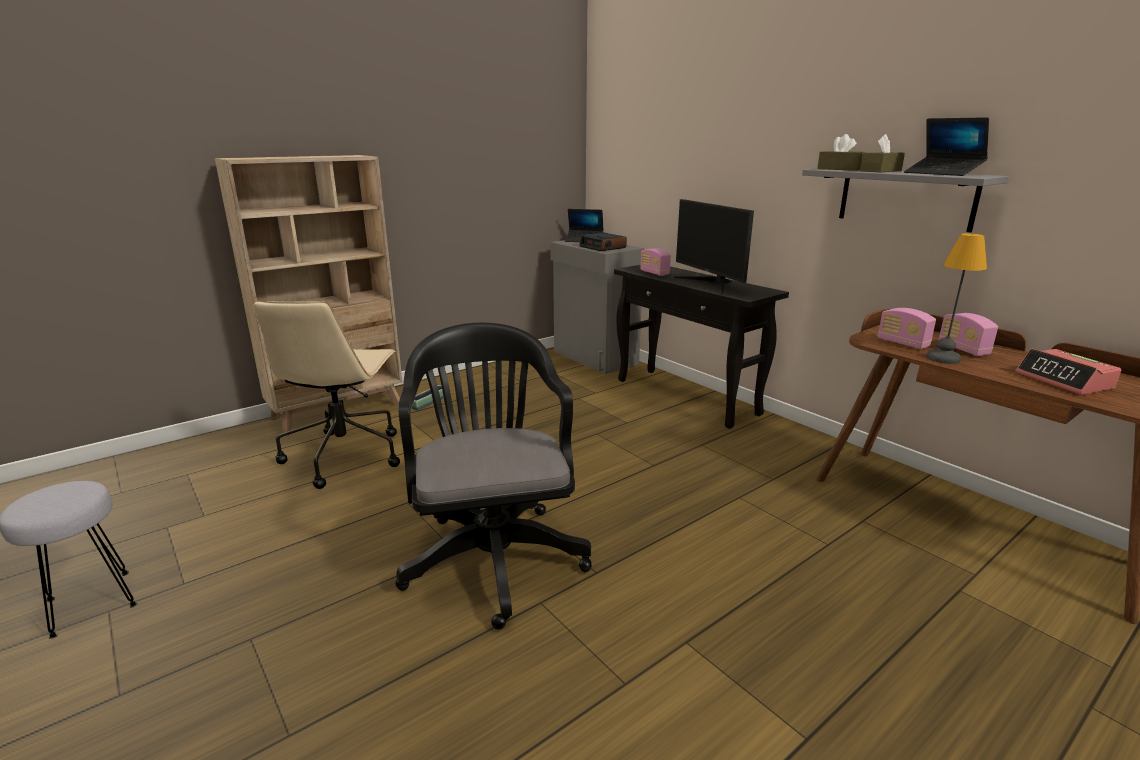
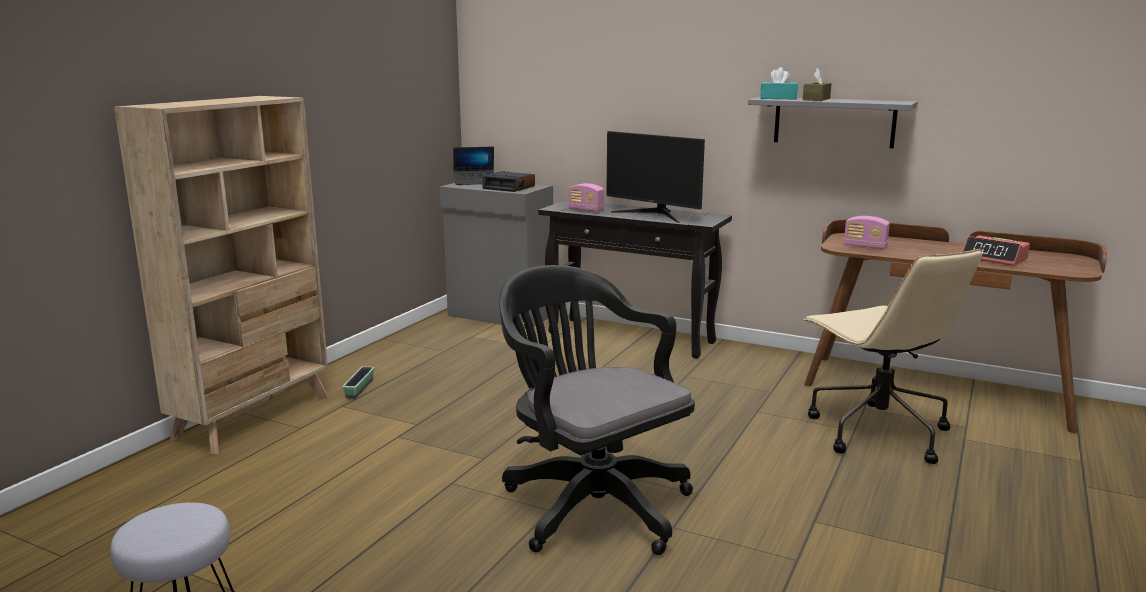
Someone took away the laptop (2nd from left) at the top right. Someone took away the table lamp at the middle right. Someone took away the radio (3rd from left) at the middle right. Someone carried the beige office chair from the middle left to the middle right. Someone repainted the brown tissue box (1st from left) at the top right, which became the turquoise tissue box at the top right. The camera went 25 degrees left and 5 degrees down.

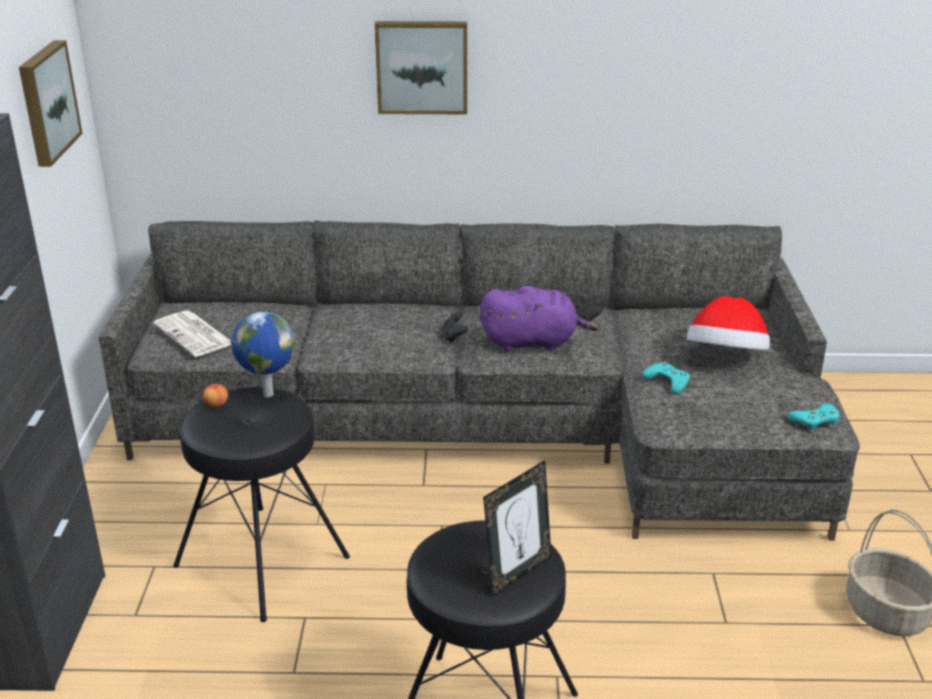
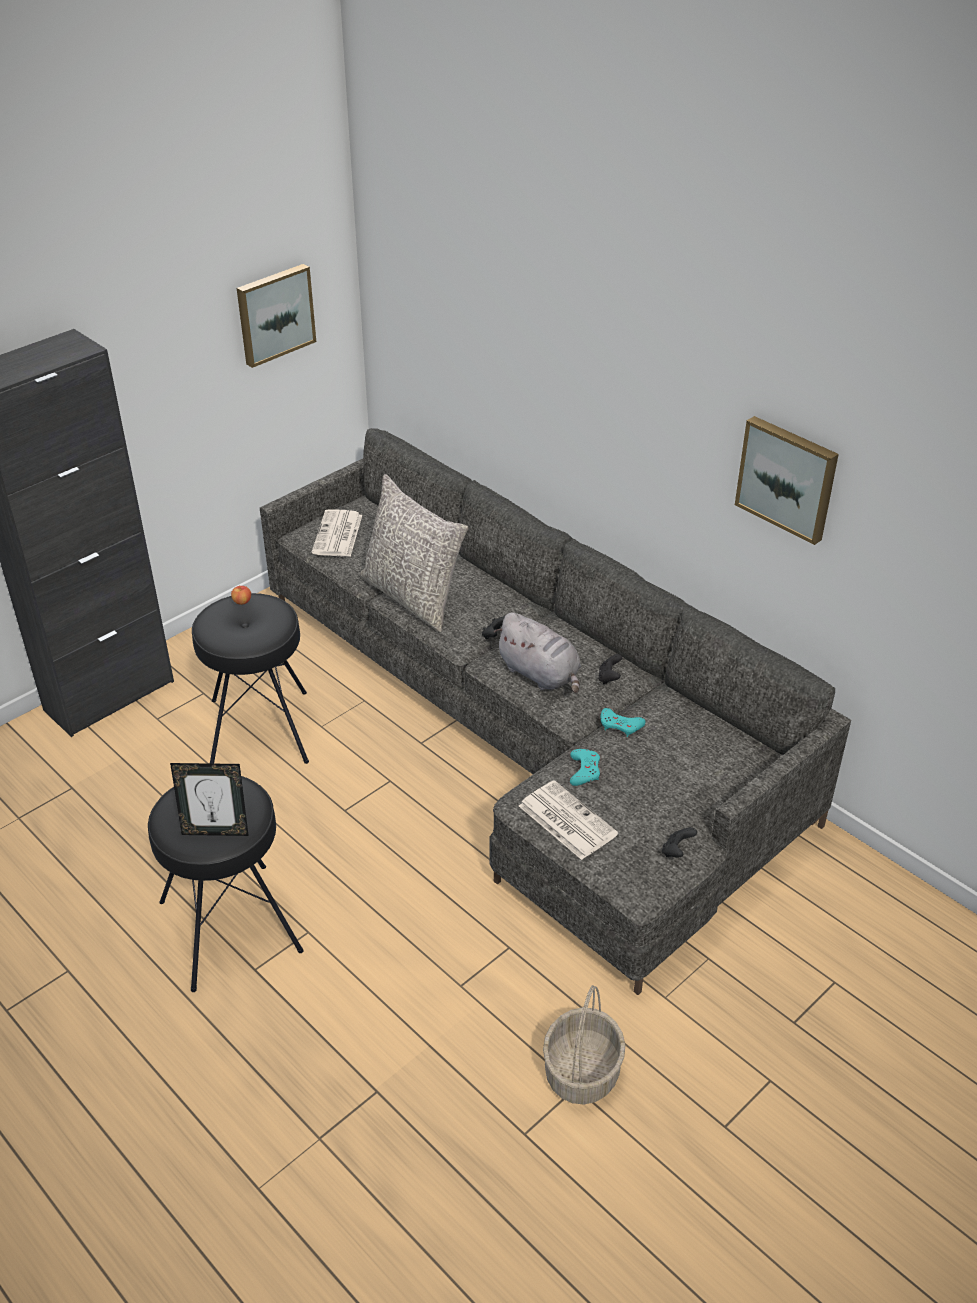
Someone took away the globe at the middle left. Someone took away the hat at the middle right. Someone put down the grey pillow at the centre. Someone put down the newspaper (2nd from left) at the centre. Someone put down the black game controller (3rd from left) at the middle right. Someone carried the picture (2nd from left) from the top centre to the middle right. Someone carried the turquoise game controller (2nd from left) from the middle right to the centre. Someone repainted the purple plush toy at the centre, which became the grey plush toy at the centre. The camera went 45 degrees right and 10 degrees up.

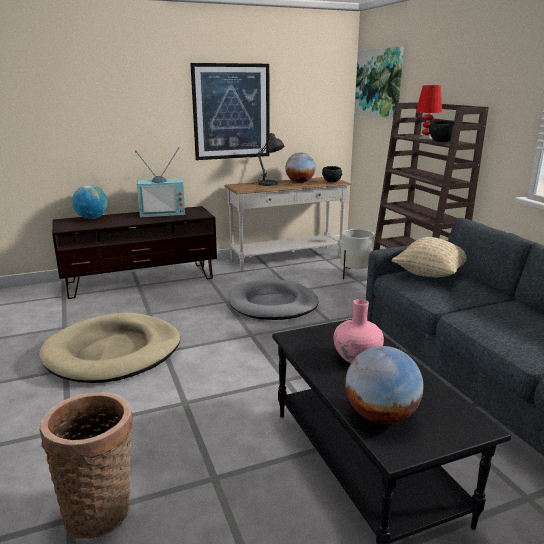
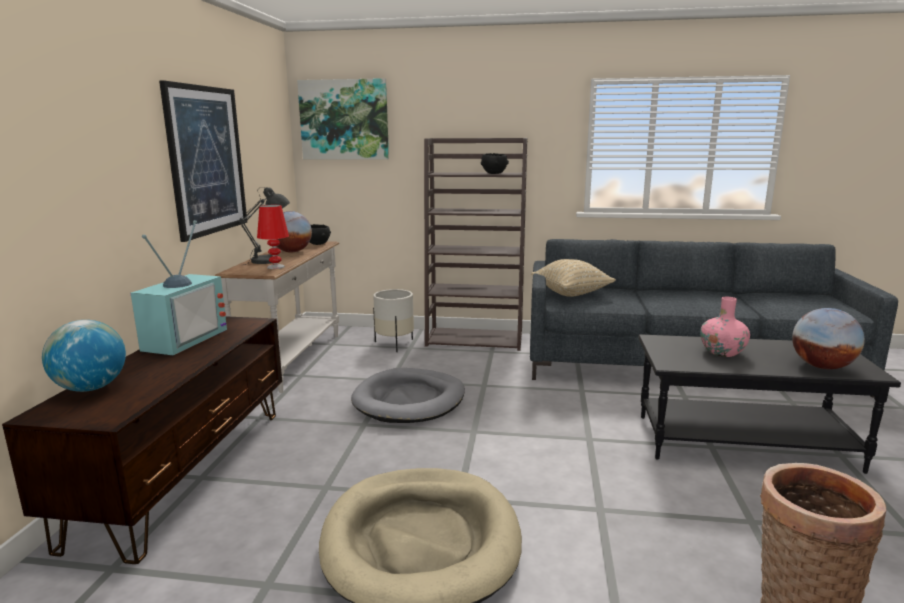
Someone carried the red table lamp from the top right to the middle left. The camera went 60 degrees left and 5 degrees down.

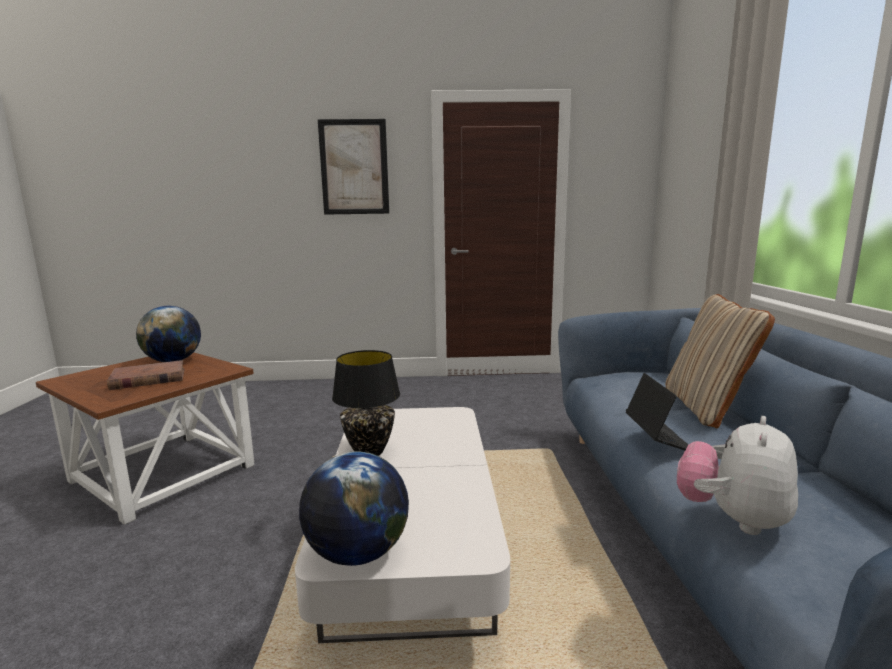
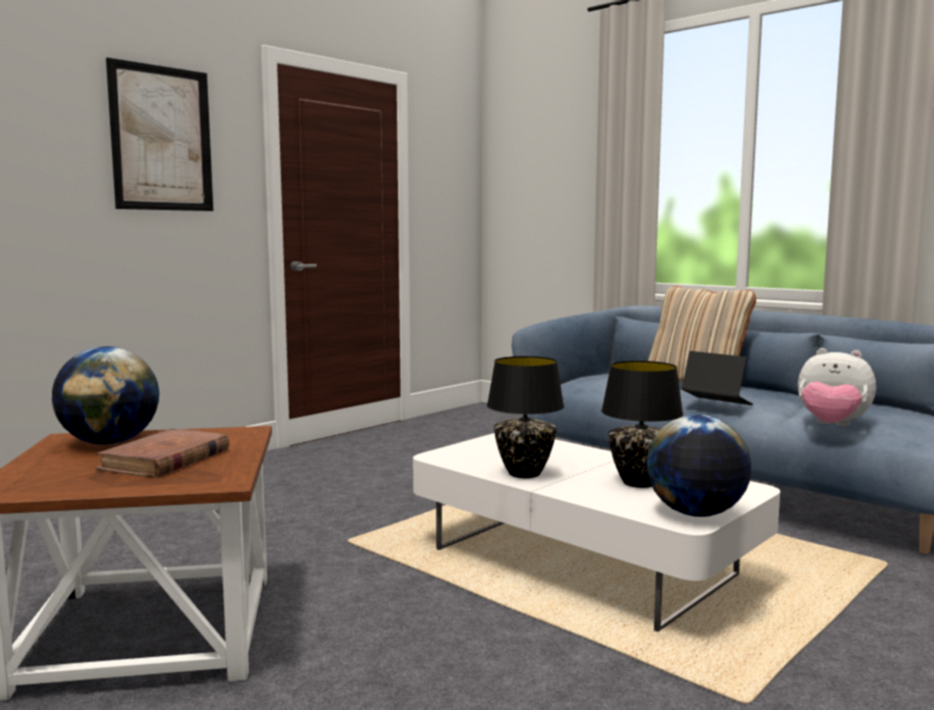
Someone put down the black table lamp (2nd from left) at the middle right. Someone rotated the plush toy at the bottom right by 45 degrees counterclockwise. The camera went 45 degrees left and 5 degrees down.

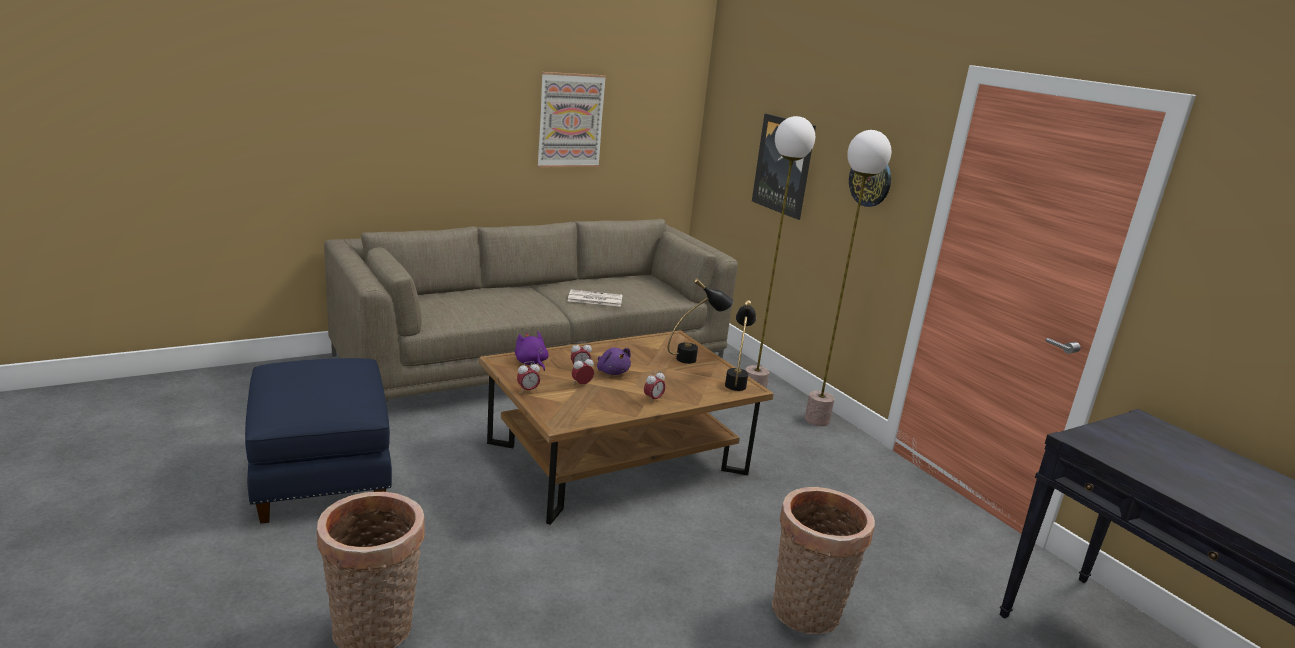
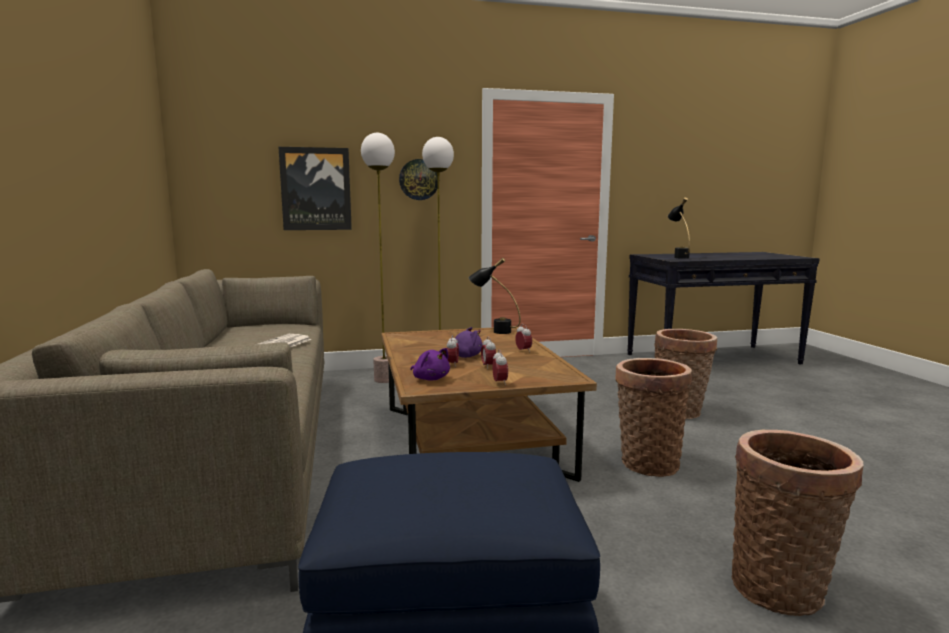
Someone took away the picture (1st from left) at the top centre. Someone put down the basket (1st from left) at the middle right. Someone carried the black table lamp (1st from left in the first image) from the centre to the middle right. Someone rotated the purple plush toy (1st from left) at the centre by 120 degrees counterclockwise. The camera went 70 degrees left and 10 degrees down.

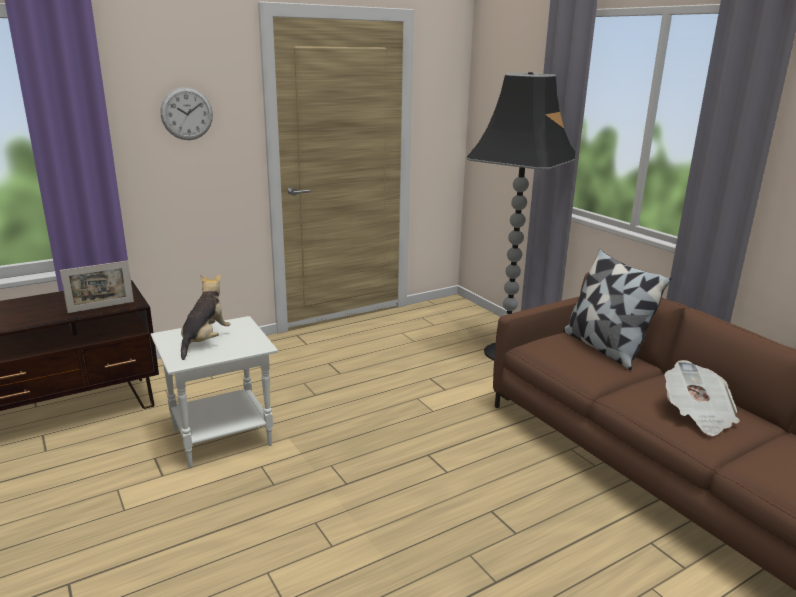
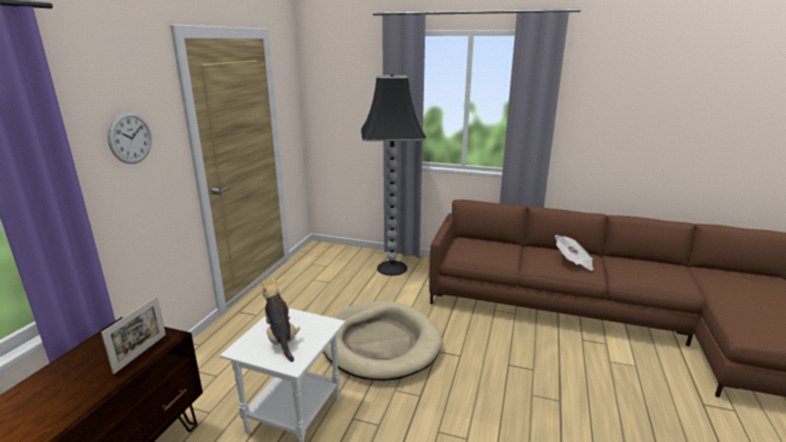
Someone took away the pillow at the middle right. Someone put down the beige dog bed at the bottom centre. The camera went 40 degrees left and 0 degrees up.

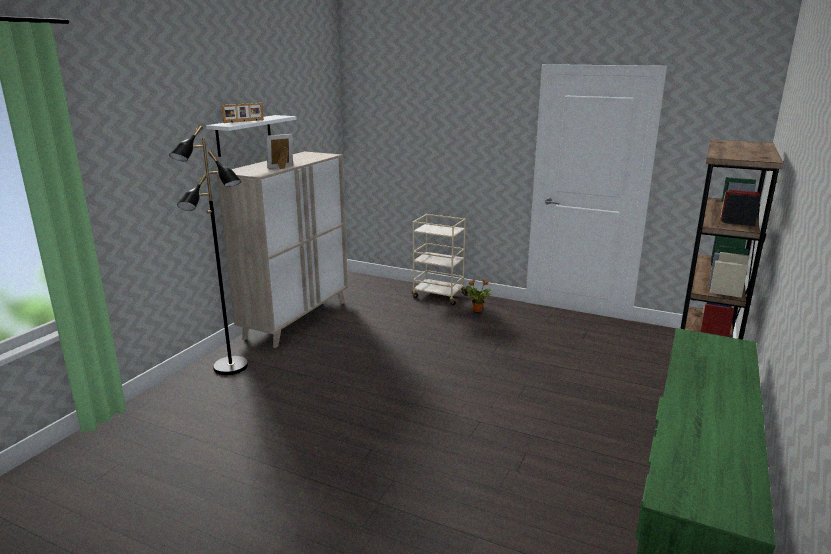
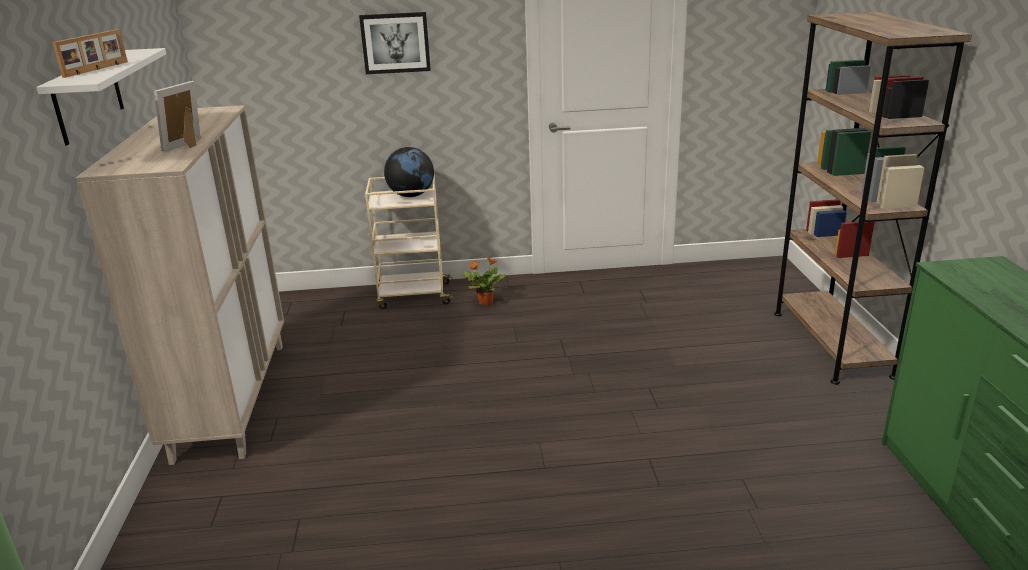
Someone took away the black floor lamp at the middle left. Someone put up the picture at the top centre. Someone put down the globe at the top centre. The camera went 30 degrees left and 5 degrees up.

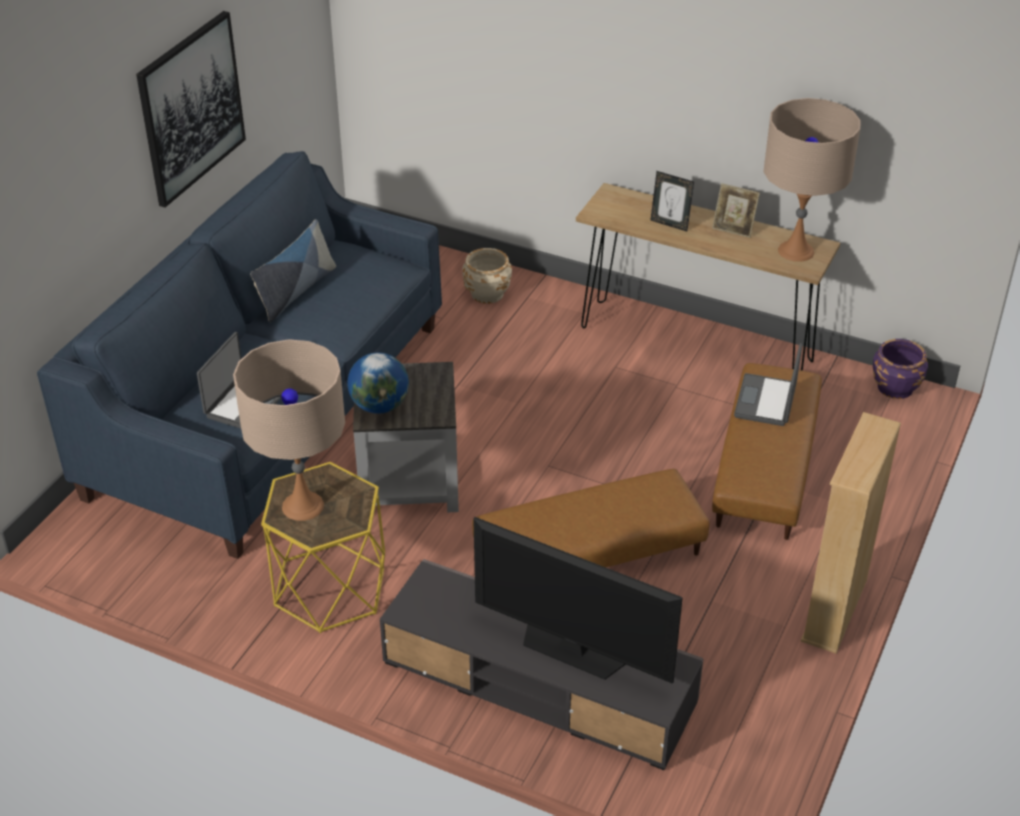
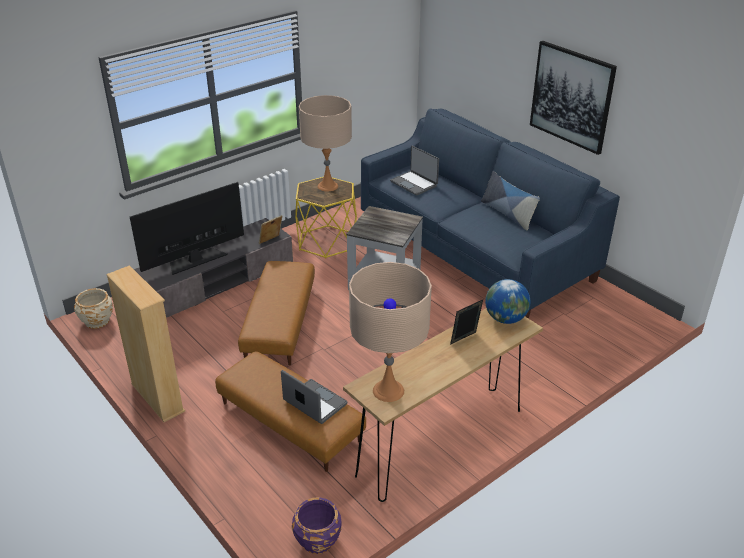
Someone carried the globe from the centre to the middle right. Someone carried the beige planter from the centre to the middle left. Someone carried the picture frame (2nd from left in the first image) from the top right to the centre. The camera went 115 degrees right and 5 degrees down.

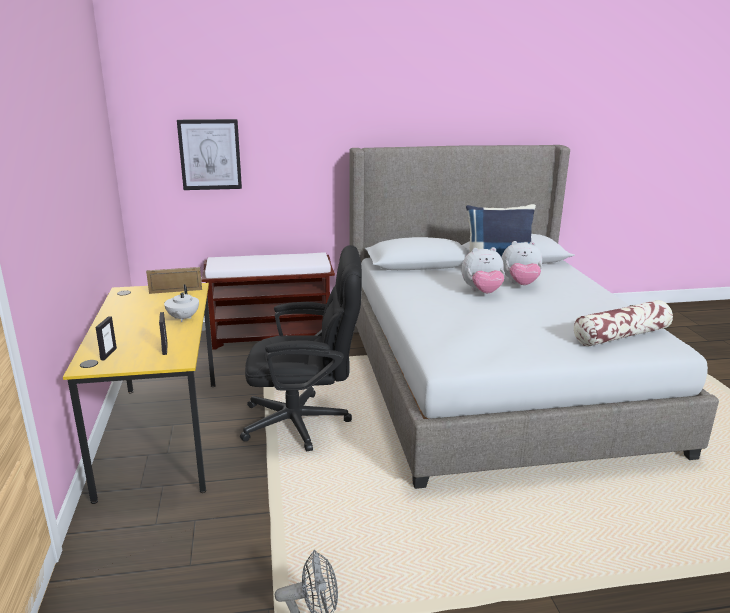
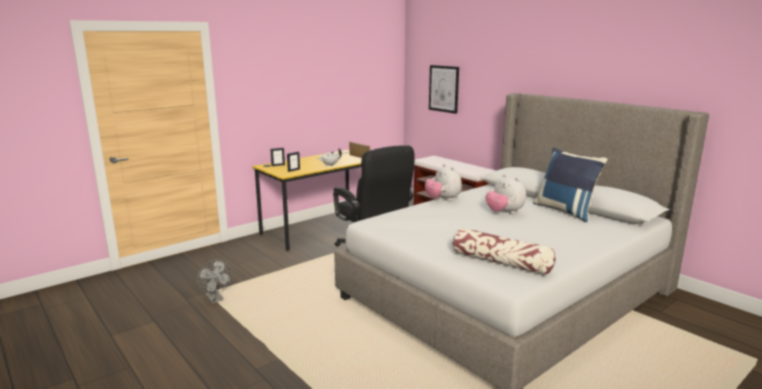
Someone carried the plush toy (2nd from left in the first image) from the middle right to the centre. The camera went 60 degrees right and 5 degrees down.

